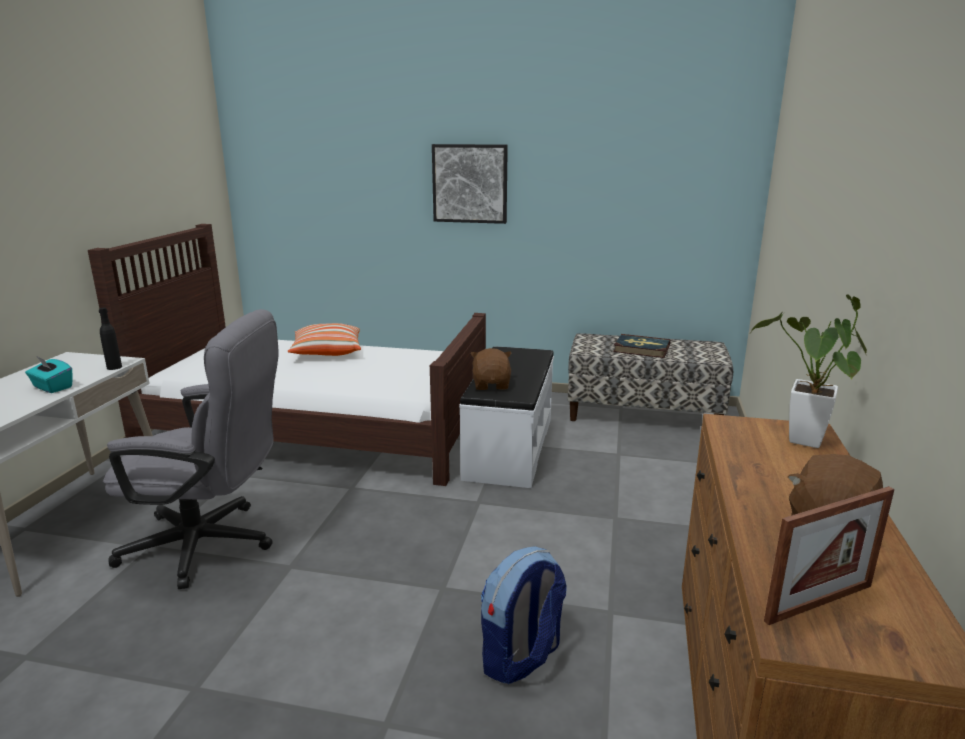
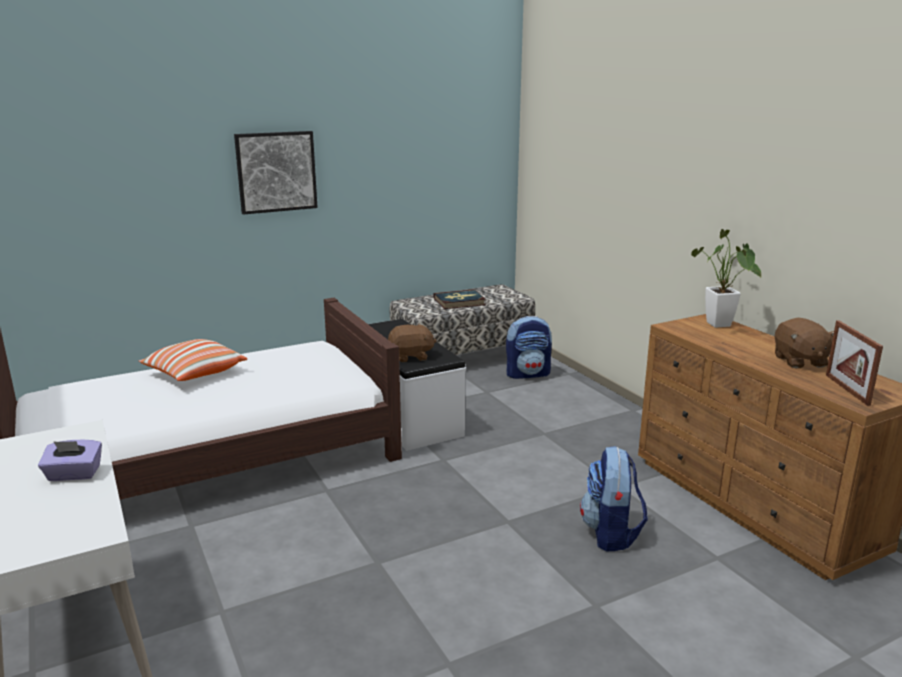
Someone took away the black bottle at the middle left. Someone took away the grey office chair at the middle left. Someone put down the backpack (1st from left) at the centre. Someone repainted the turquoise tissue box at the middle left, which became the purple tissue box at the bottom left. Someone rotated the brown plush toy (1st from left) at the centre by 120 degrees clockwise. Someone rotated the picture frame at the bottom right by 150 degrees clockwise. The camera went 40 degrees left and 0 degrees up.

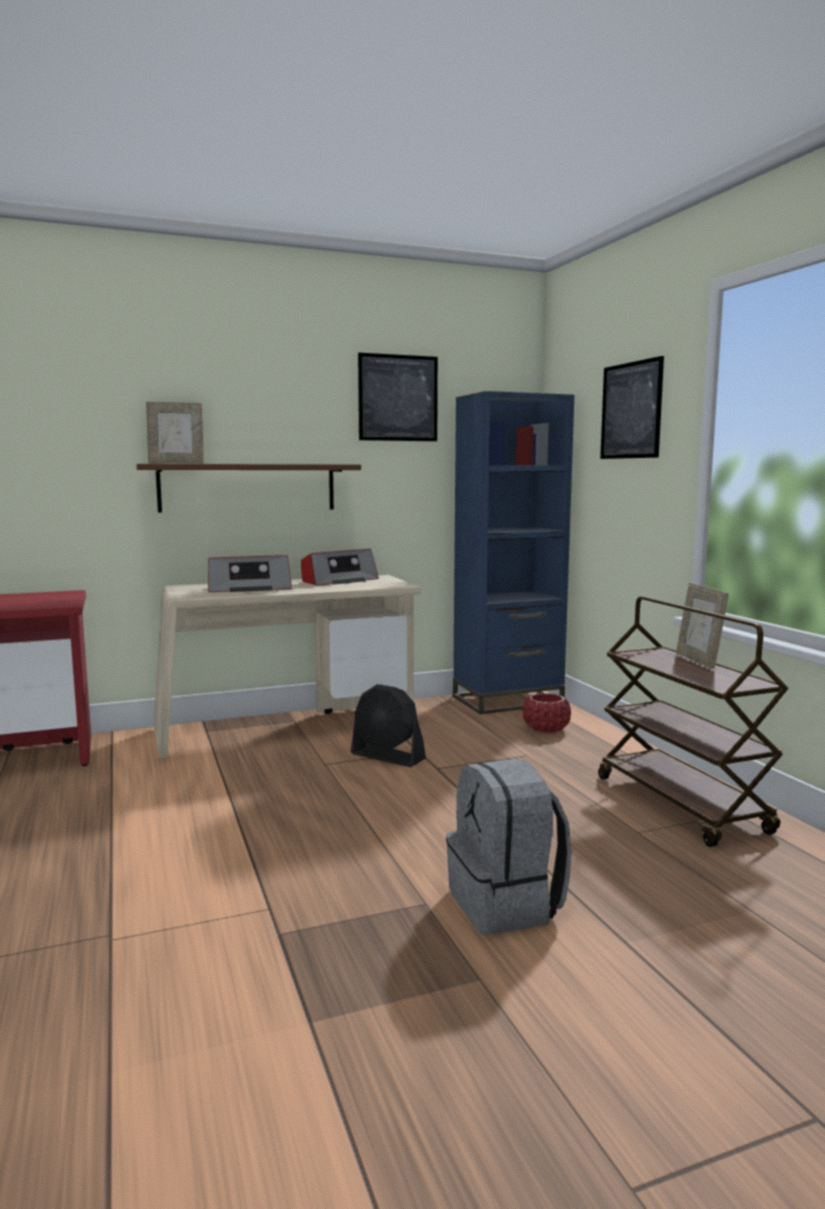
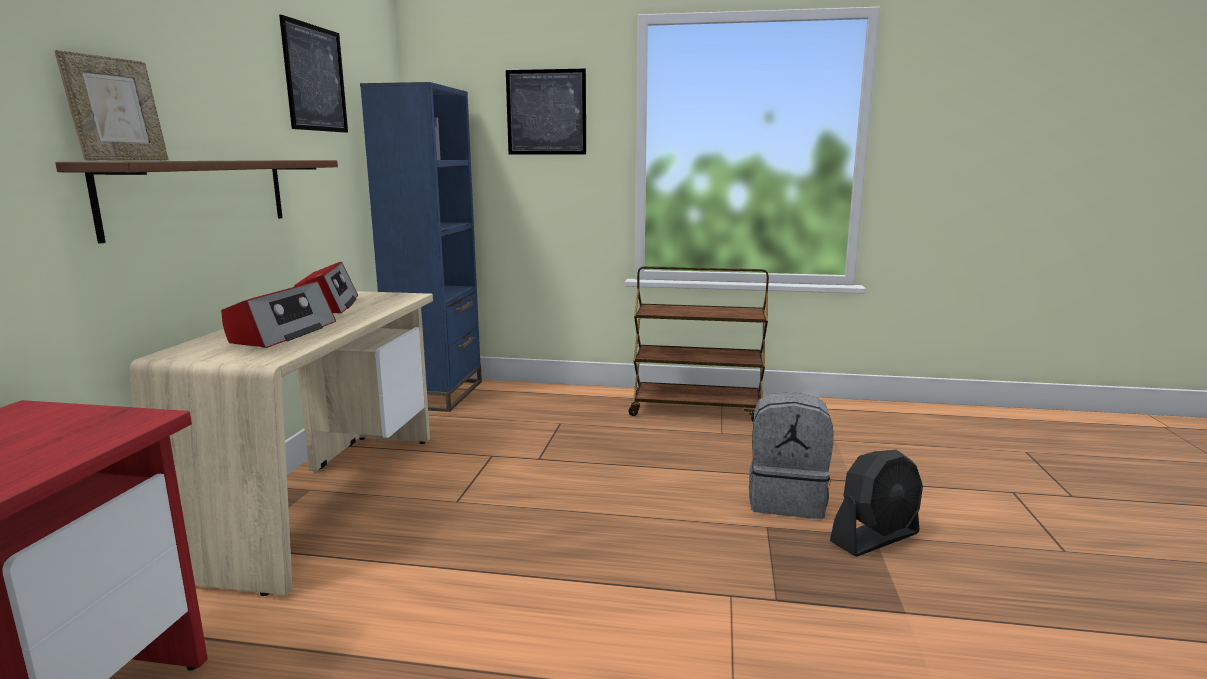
Someone took away the red planter at the centre. Someone took away the picture frame (2nd from left) at the middle right. Someone carried the black fan from the centre to the bottom right. The camera went 60 degrees left and 5 degrees up.

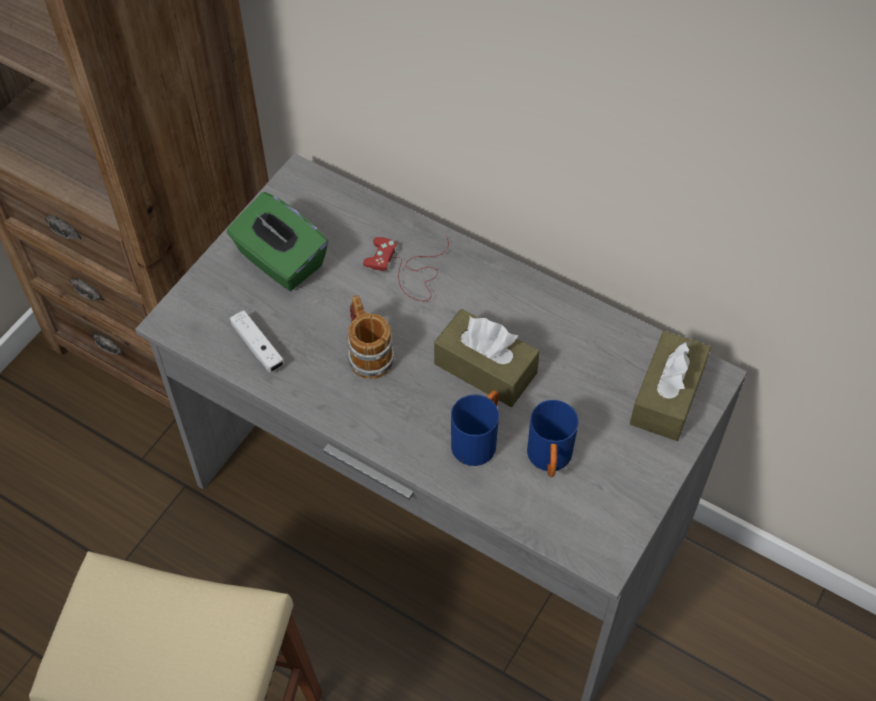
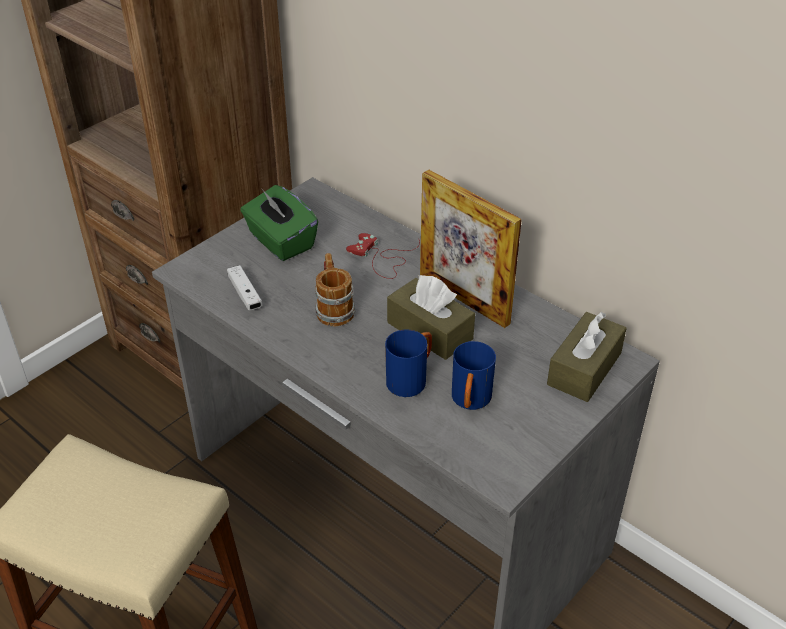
Someone put down the picture frame at the centre. The camera went 10 degrees right and 15 degrees down.

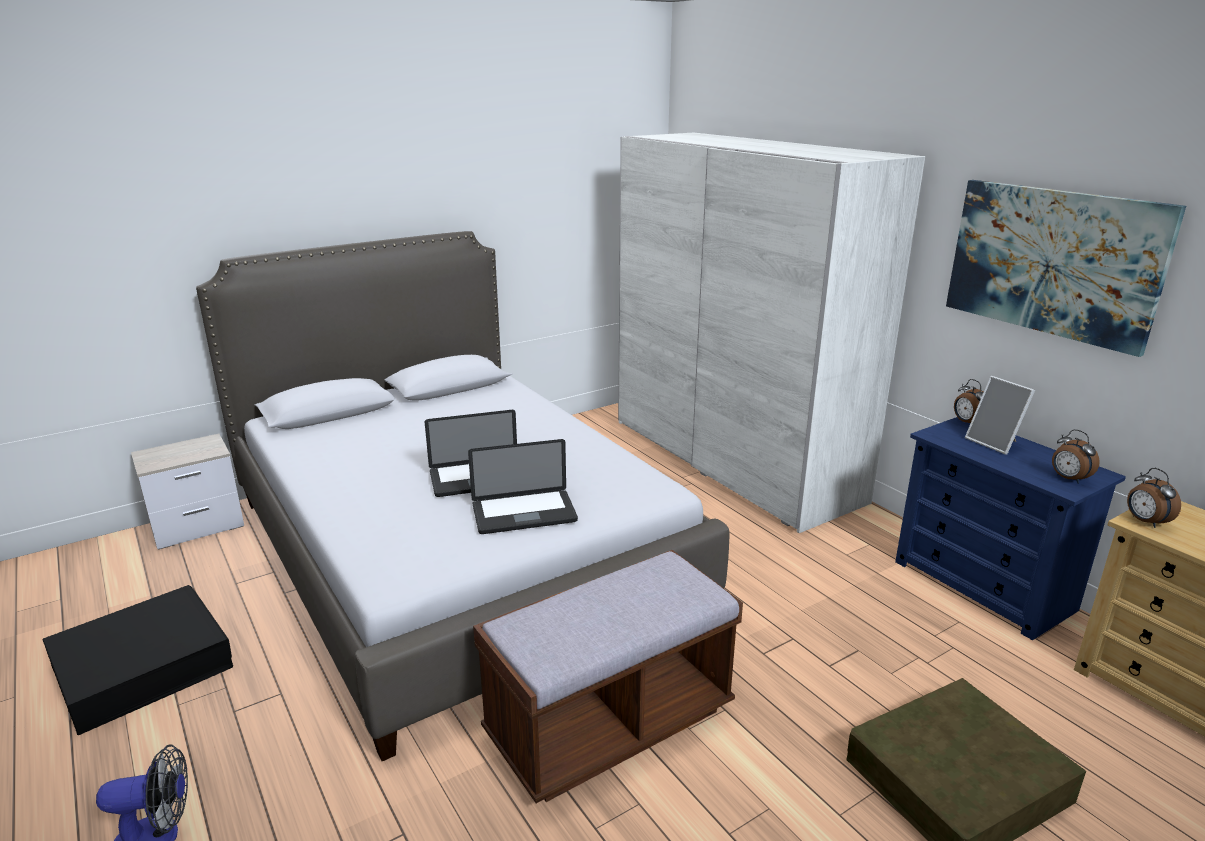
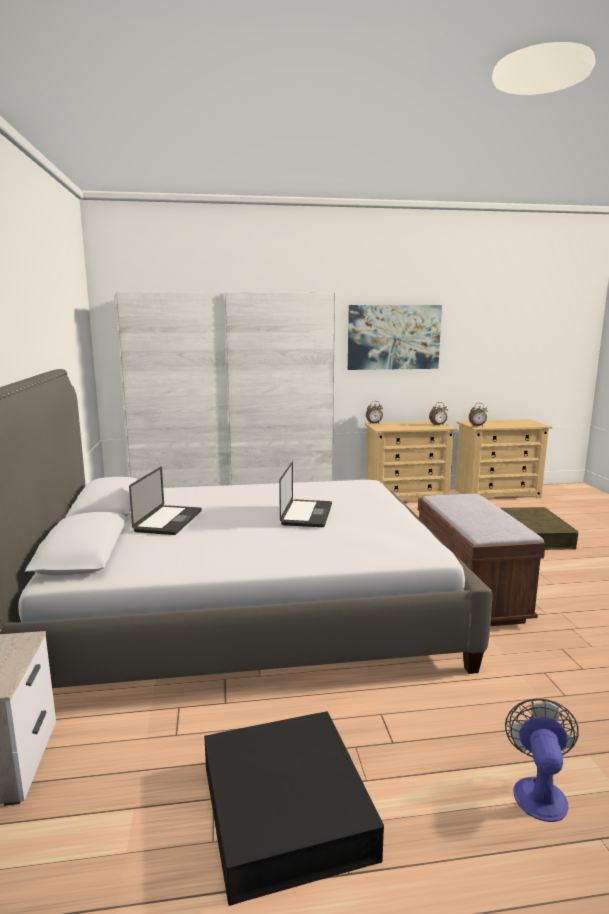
Someone took away the picture frame at the middle right. Someone carried the laptop (2nd from left in the first image) from the centre to the middle left. Someone repainted the blue dresser at the middle right, which became the beige dresser (1st from left) at the middle right. The camera went 65 degrees left and 10 degrees down.

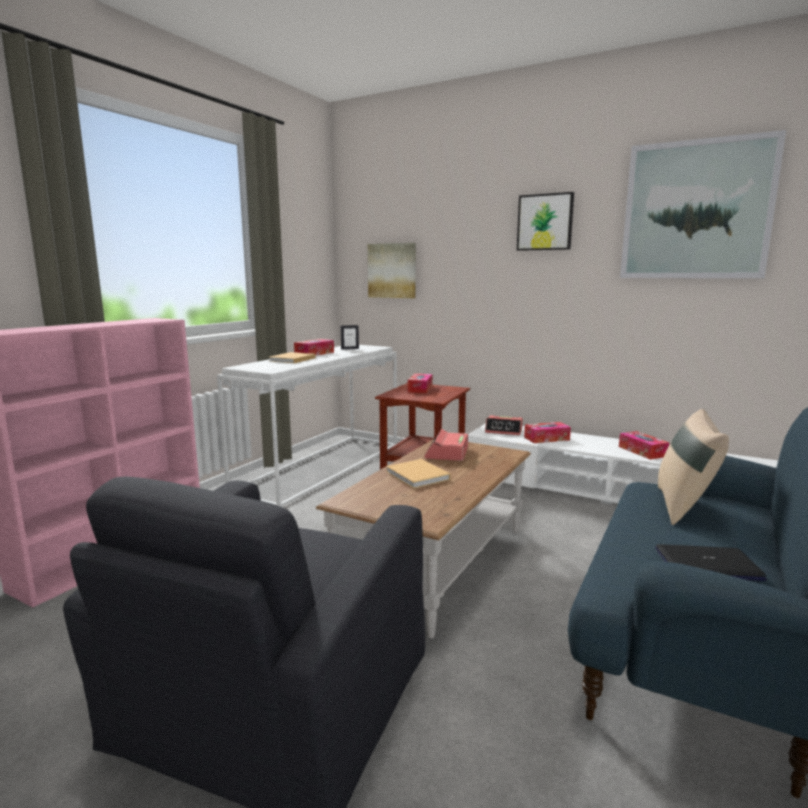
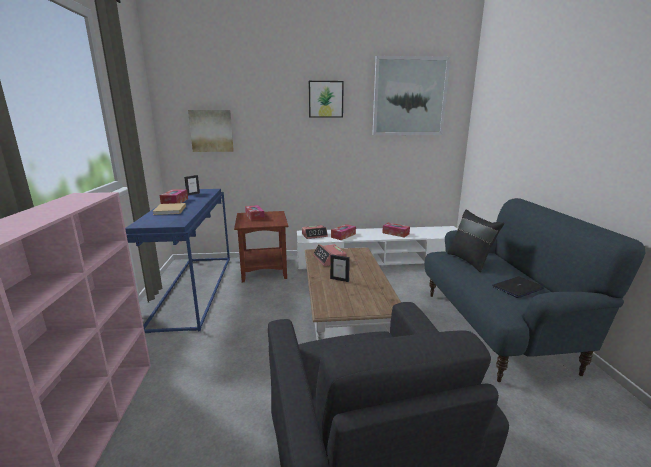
Someone swapped the beige book (2nd from left) at the centre for the picture frame (2nd from left) at the centre. Someone repainted the white console table at the centre, which became the blue console table at the middle left. Someone repainted the beige pillow at the middle right, which became the black pillow at the middle right. The camera went 35 degrees left and 5 degrees up.

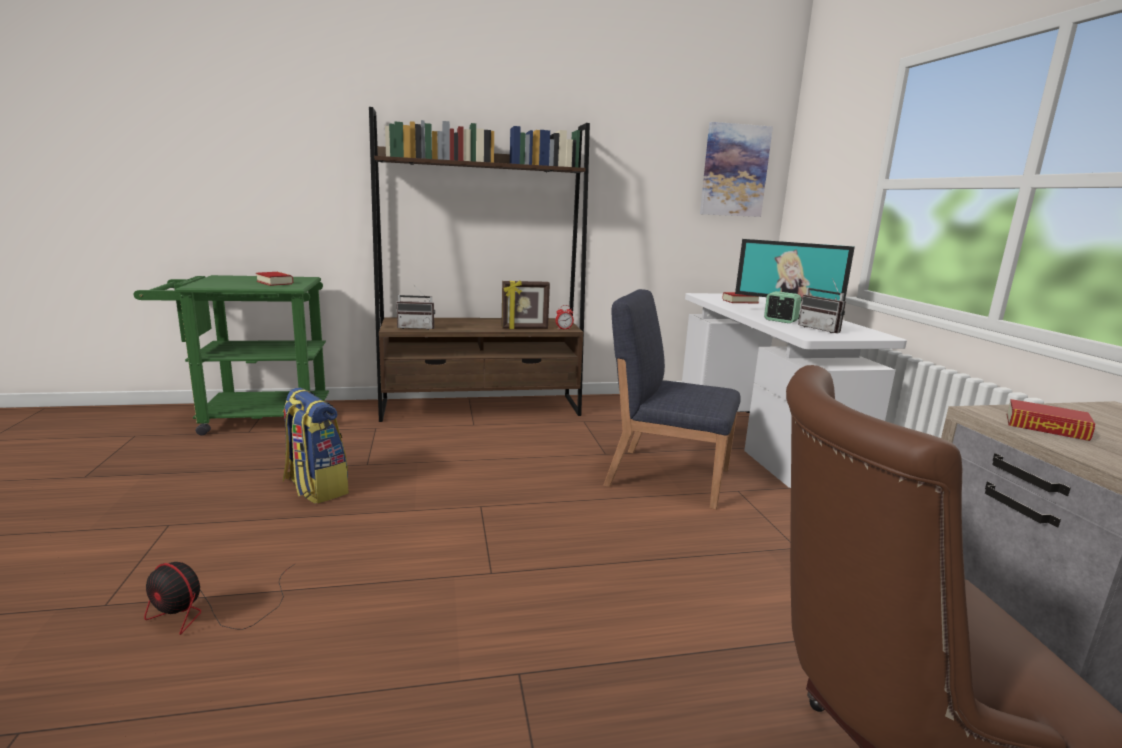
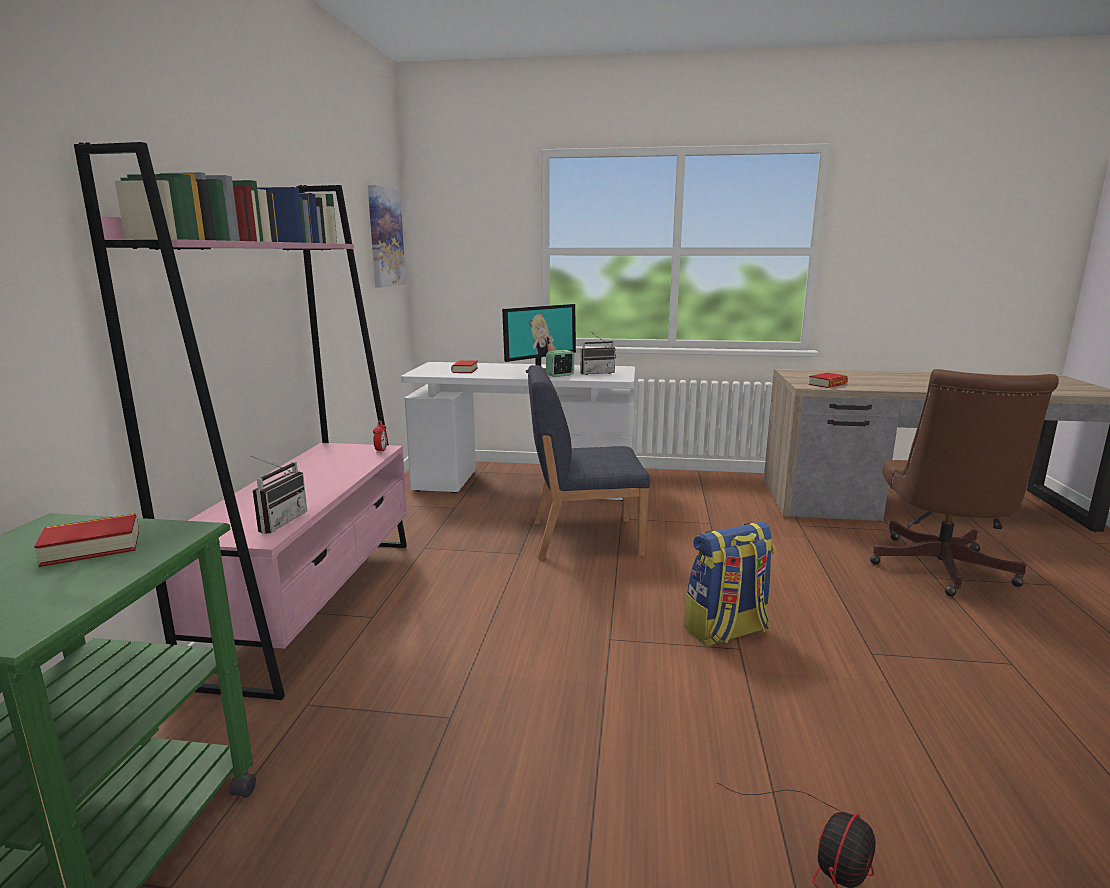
Someone took away the picture frame at the centre. Someone carried the backpack from the middle left to the centre. Someone repainted the brown bookcase at the centre, which became the pink bookcase at the middle left. Someone rotated the blue chair at the centre by 45 degrees clockwise. The camera went 70 degrees left and 0 degrees up.

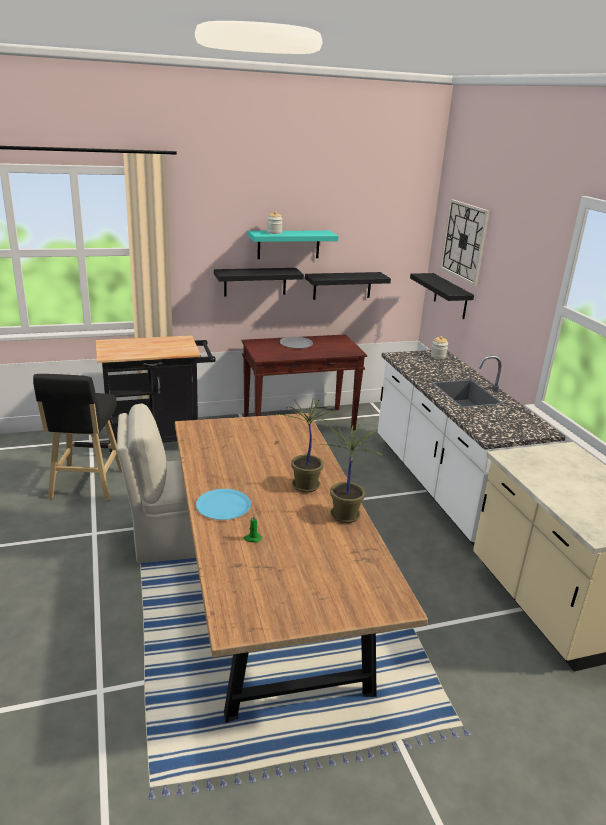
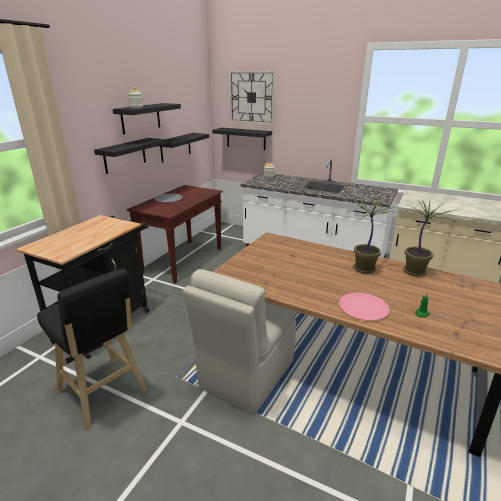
Someone repainted the blue plate at the centre, which became the pink plate at the middle right. Someone repainted the turquoise shelf at the top centre, which became the black shelf (2nd from left) at the top left. The camera went 45 degrees left and 0 degrees up.

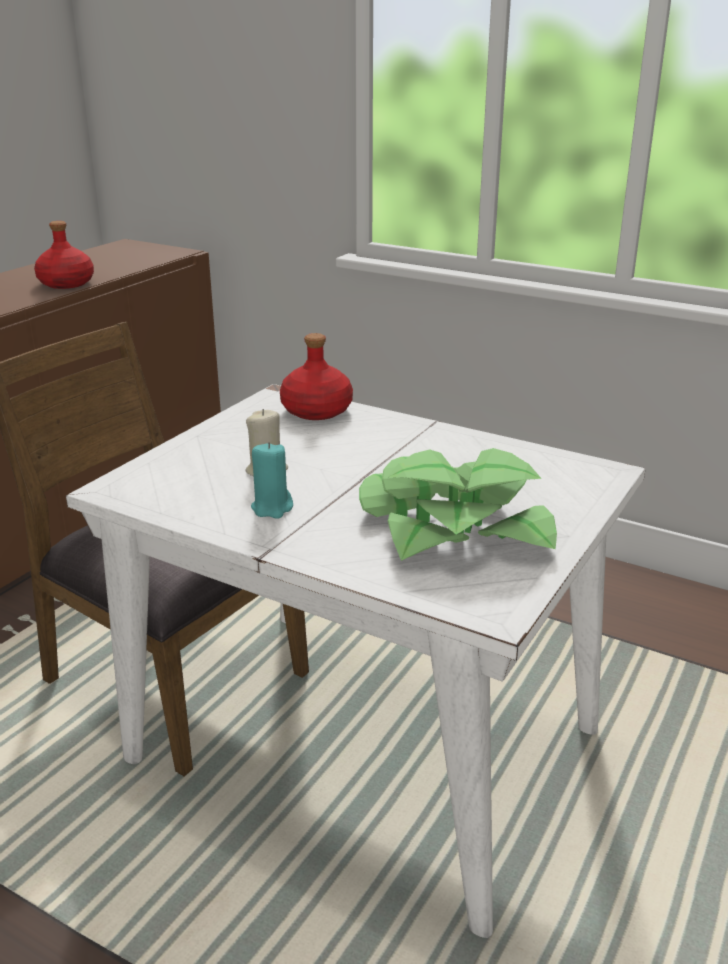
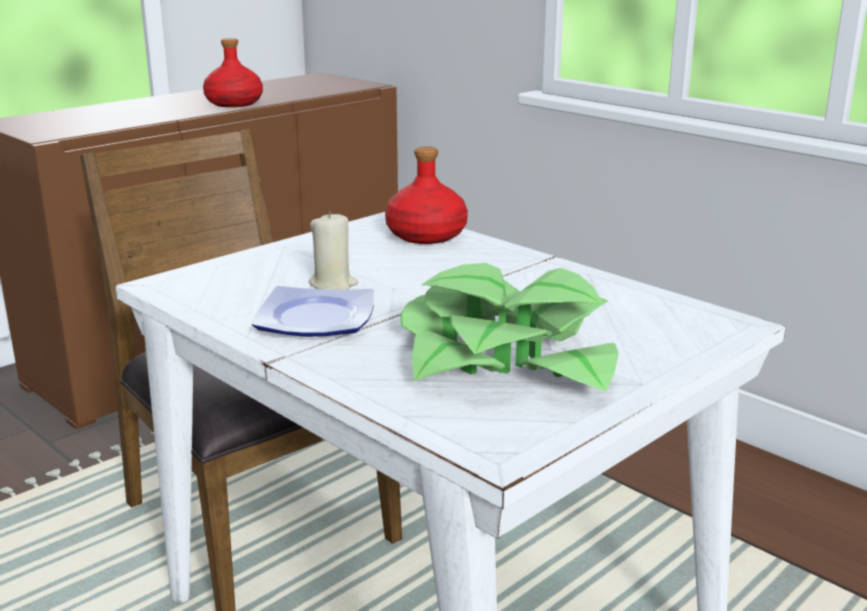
Someone swapped the turquoise candle at the centre for the plate at the centre. The camera went 15 degrees right and 5 degrees down.

